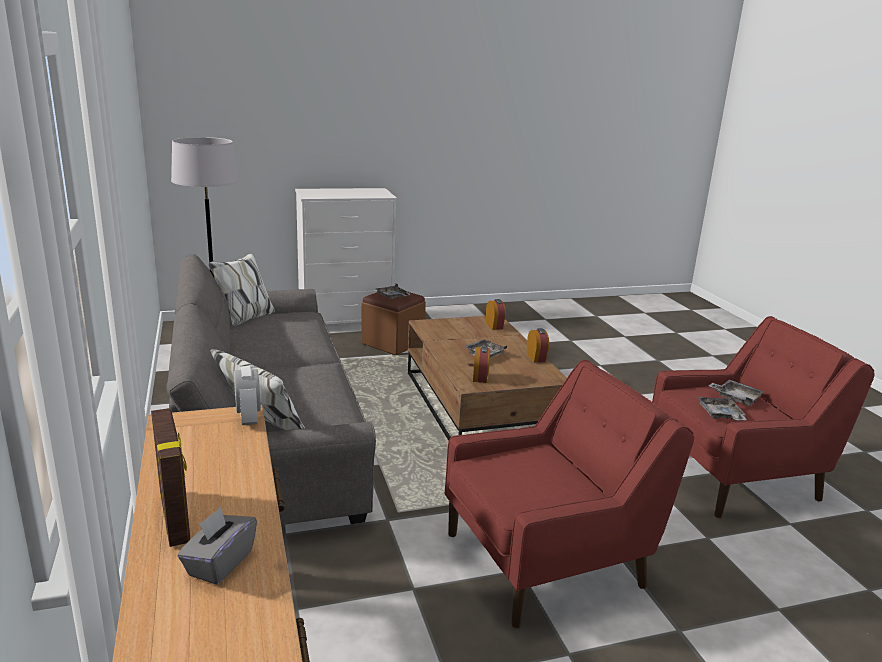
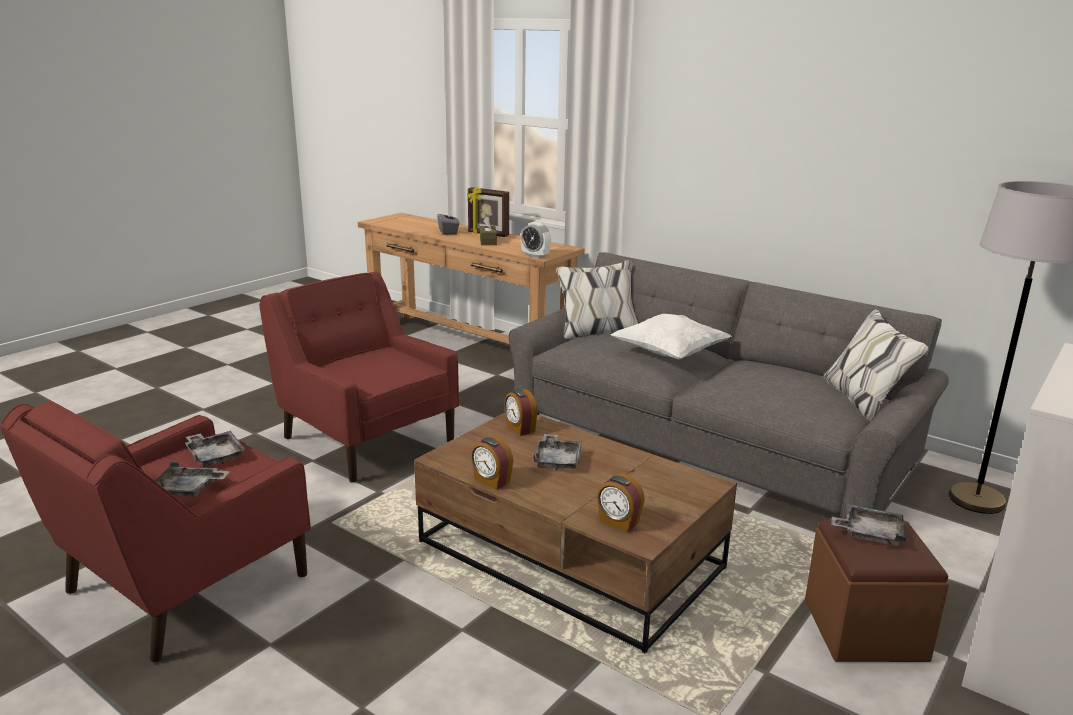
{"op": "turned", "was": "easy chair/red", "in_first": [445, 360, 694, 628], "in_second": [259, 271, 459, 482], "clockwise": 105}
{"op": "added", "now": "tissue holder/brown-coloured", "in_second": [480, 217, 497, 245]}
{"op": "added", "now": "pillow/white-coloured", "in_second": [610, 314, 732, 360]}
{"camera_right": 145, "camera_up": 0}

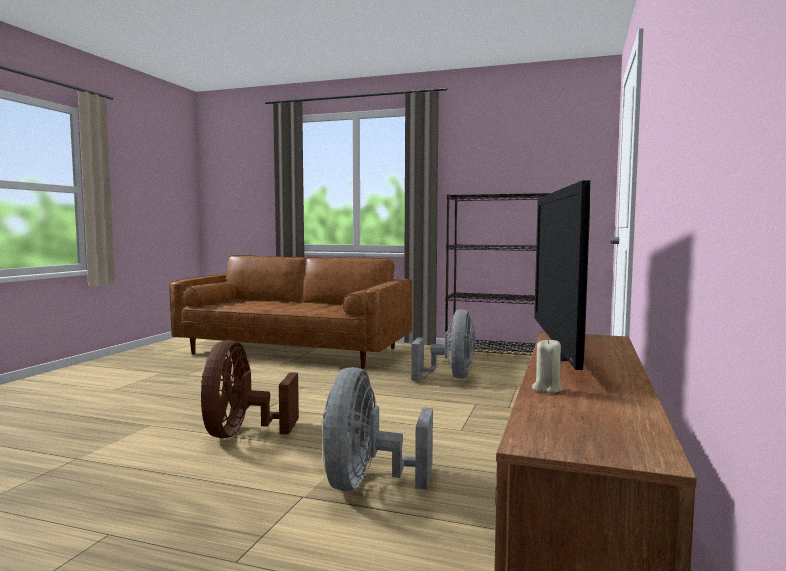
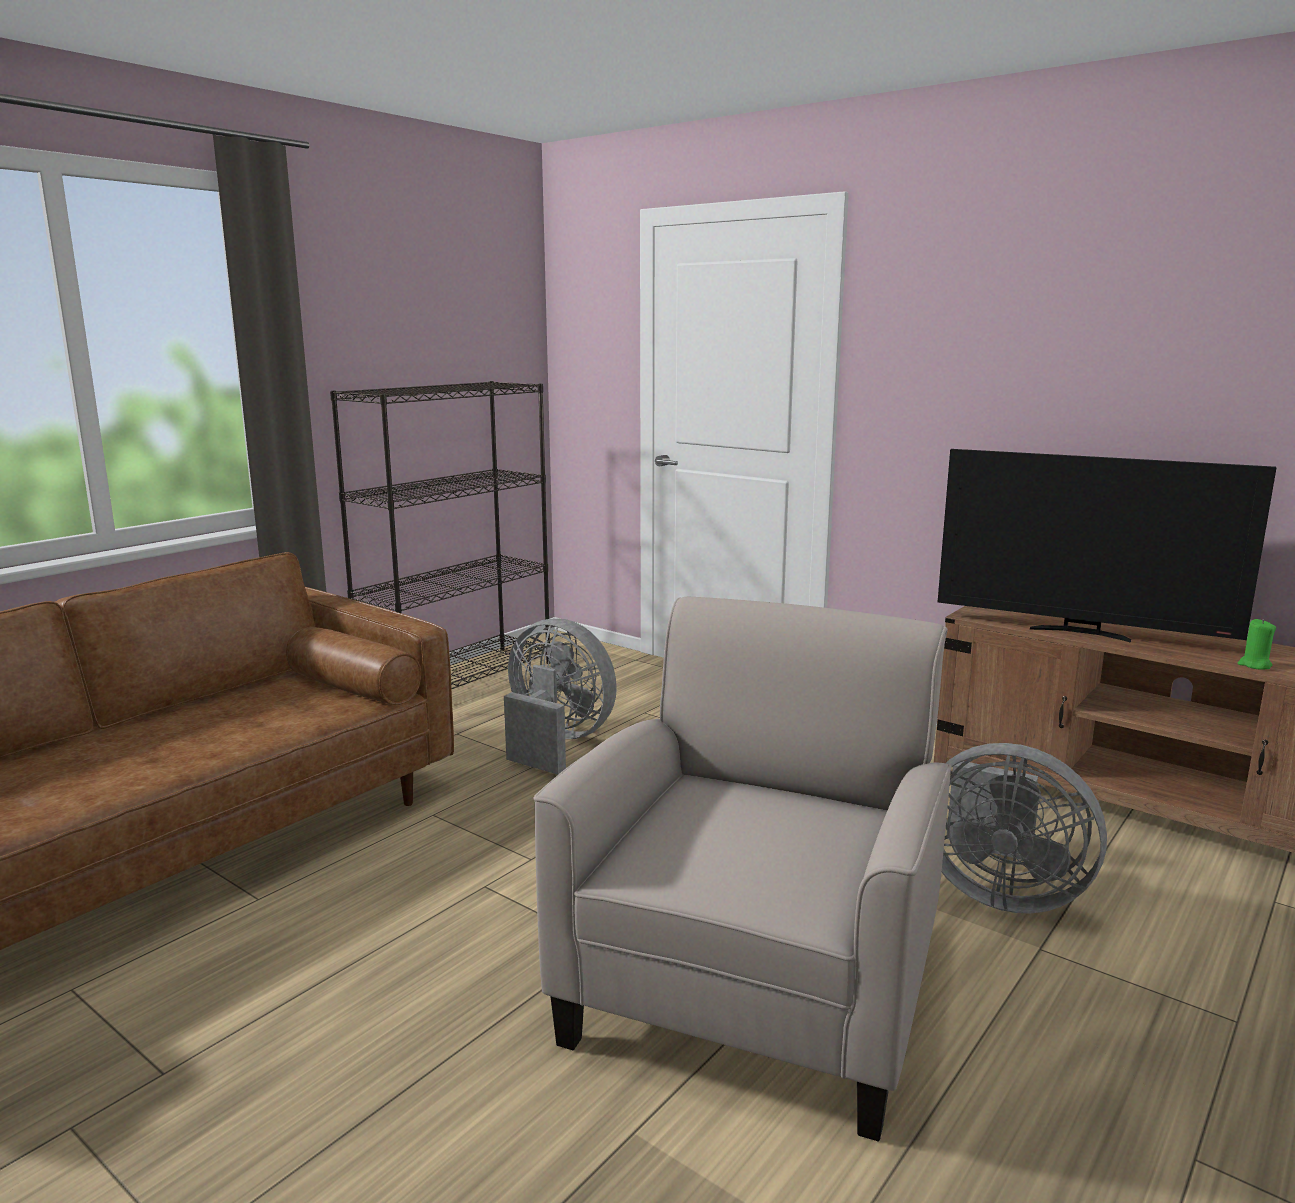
{"op": "replaced", "was": "cooling fan/brown-coloured", "now": "easy chair/sand-coloured", "in_first": [201, 340, 299, 439], "in_second": [533, 597, 952, 1141]}
{"op": "recoloured", "was": "wax candle/sand-coloured", "now": "wax candle/green-coloured", "in_first": [532, 338, 563, 393], "in_second": [1238, 619, 1276, 670]}
{"camera_right": -70, "camera_up": 10}

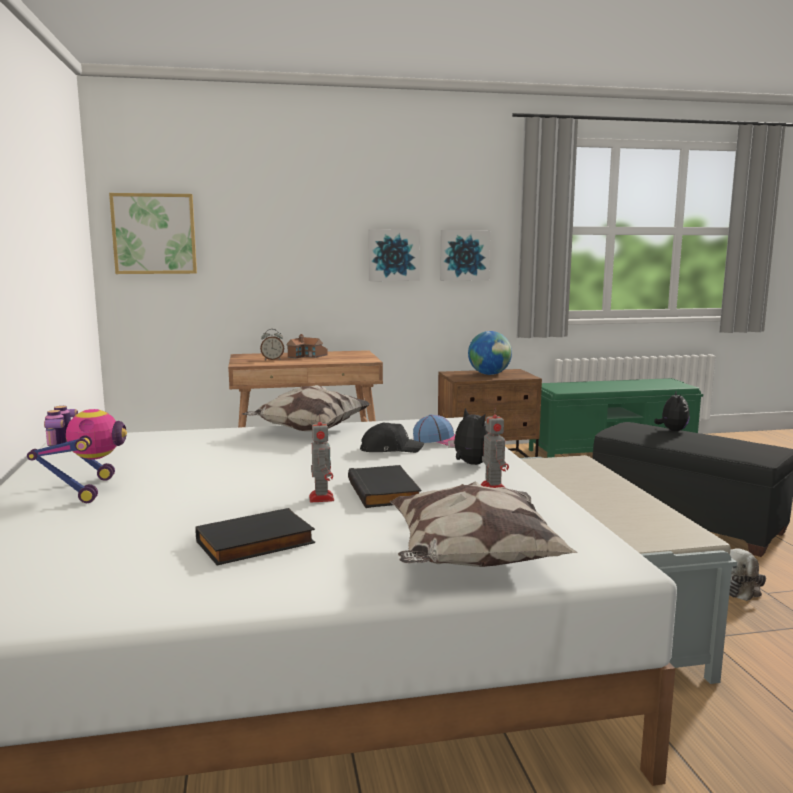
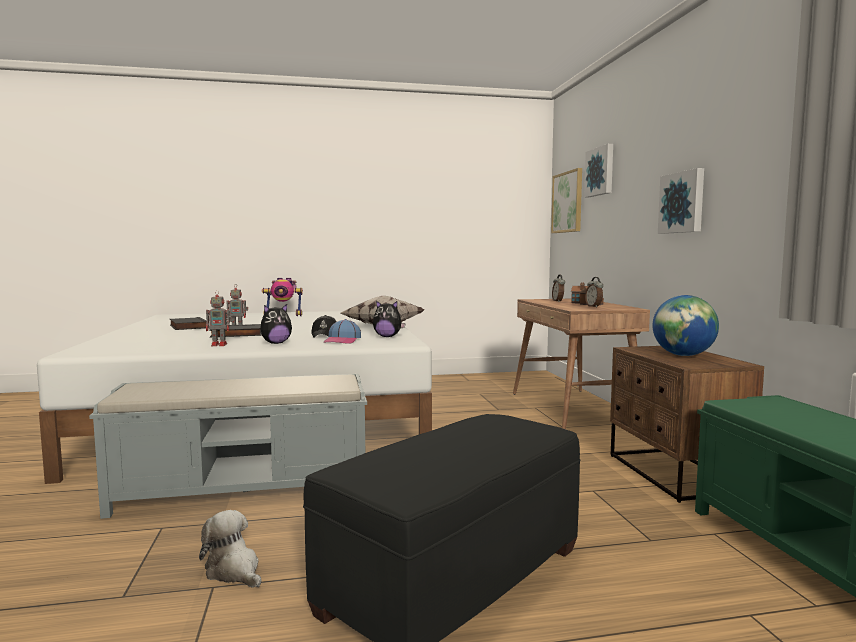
{"op": "removed", "was": "pillow", "in_first": [390, 482, 578, 567]}
{"op": "moved", "was": "wall picture", "in_first": [440, 230, 490, 281], "in_second": [584, 144, 613, 197]}
{"op": "moved", "was": "plush toy", "in_first": [654, 390, 690, 431], "in_second": [373, 301, 406, 337]}
{"op": "added", "now": "alarm clock", "in_second": [585, 277, 603, 308]}
{"camera_right": 90, "camera_up": -5}

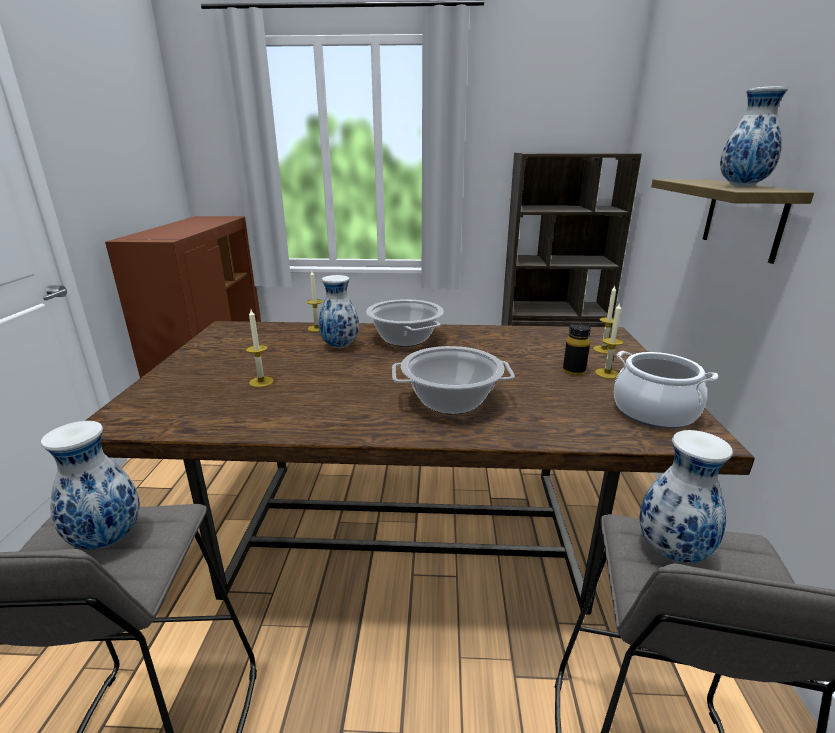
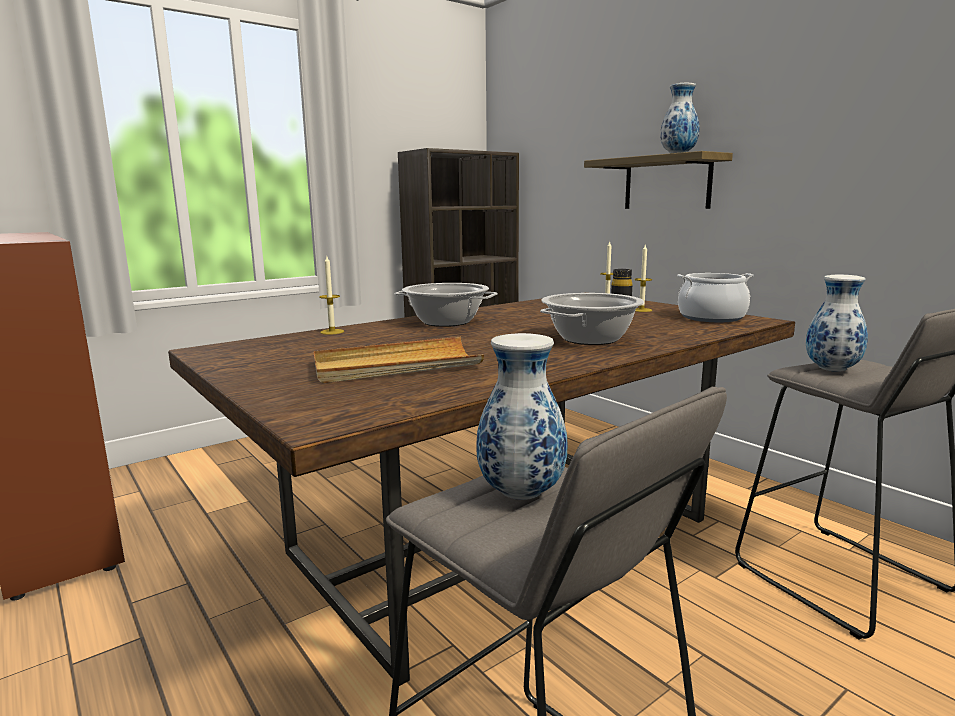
{"op": "replaced", "was": "wax candle", "now": "carrying tray/sand-coloured", "in_first": [246, 309, 274, 387], "in_second": [314, 337, 484, 383]}
{"op": "removed", "was": "flower vase", "in_first": [318, 275, 359, 348]}
{"camera_right": -40, "camera_up": -10}

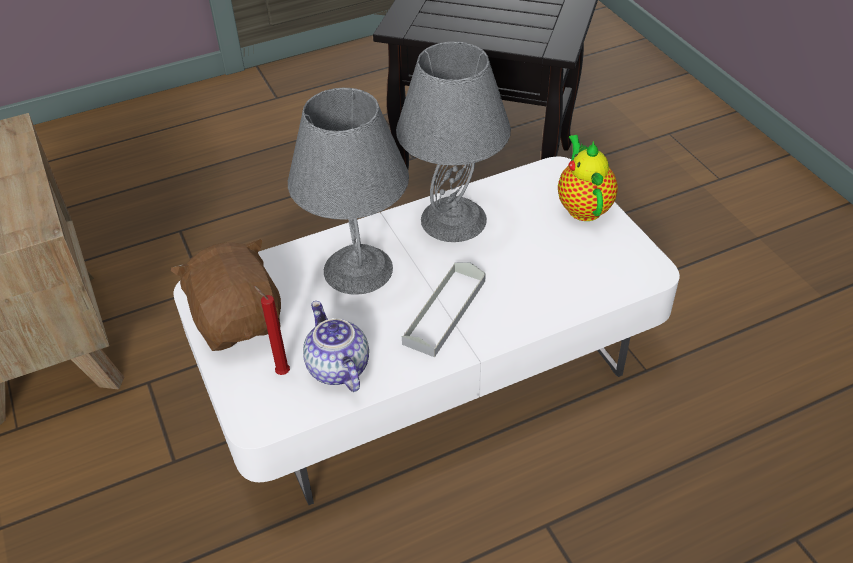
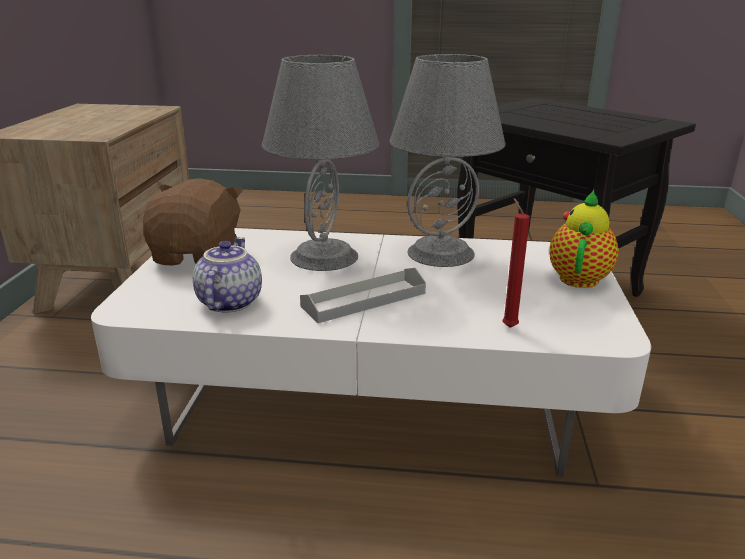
{"op": "moved", "was": "wax candle/red", "in_first": [254, 286, 290, 375], "in_second": [502, 198, 530, 328]}
{"camera_right": 30, "camera_up": -20}

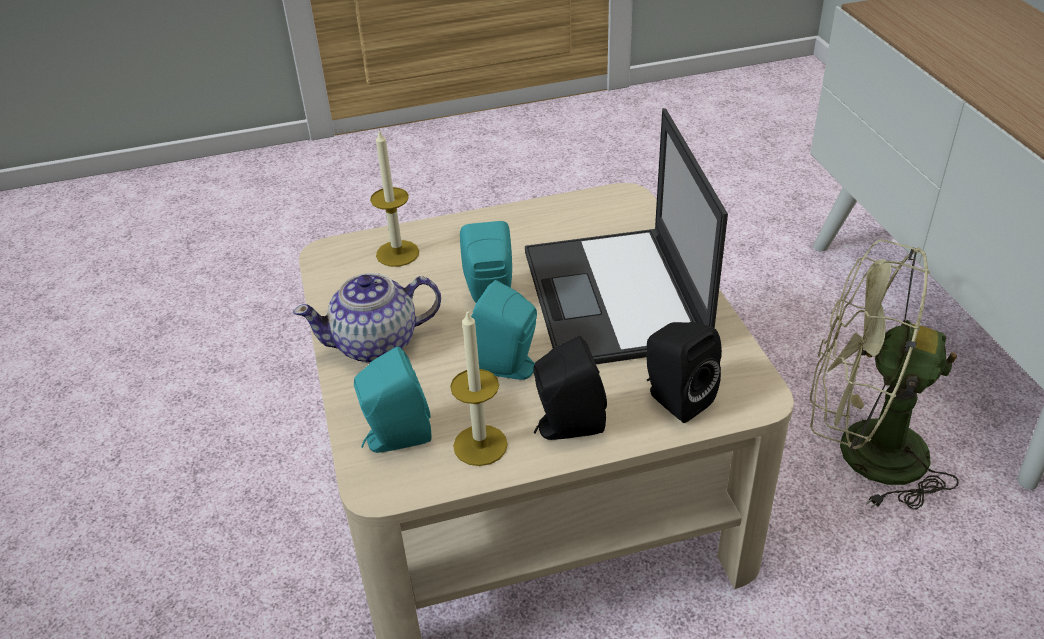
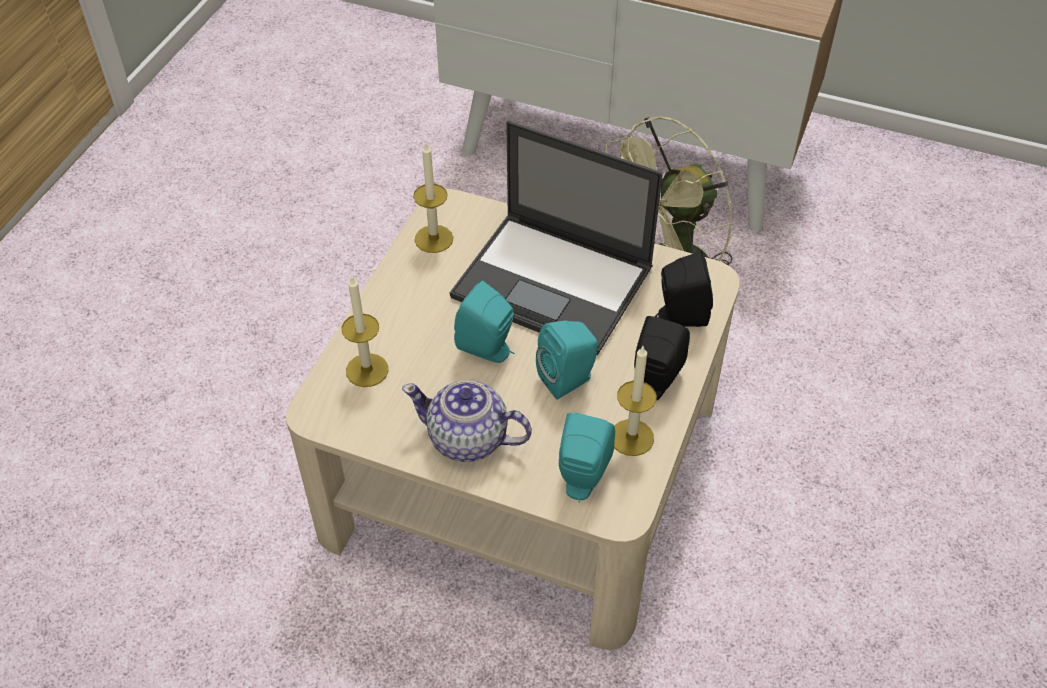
{"op": "turned", "was": "teapot", "in_first": [293, 273, 441, 363], "in_second": [402, 380, 532, 462], "clockwise": 90}
{"op": "added", "now": "wax candle", "in_second": [413, 143, 453, 253]}
{"camera_right": -55, "camera_up": 10}

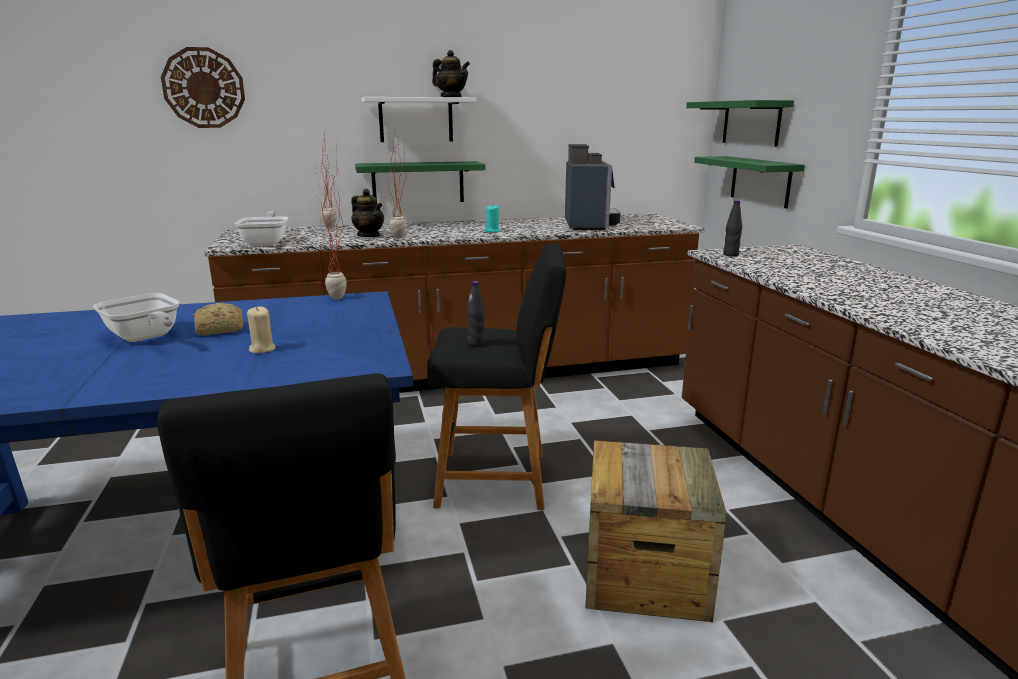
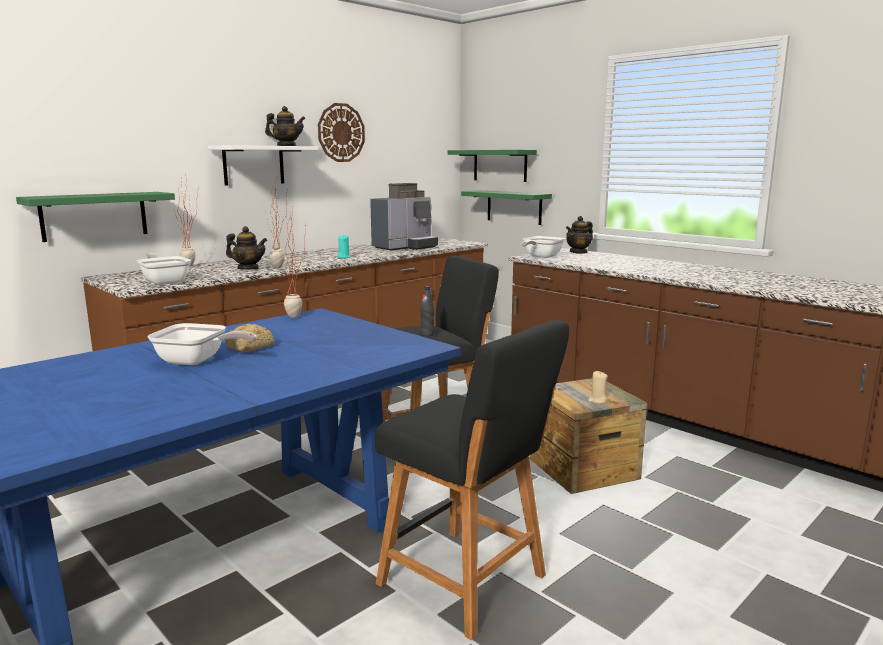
{"op": "moved", "was": "wall clock", "in_first": [161, 47, 245, 128], "in_second": [318, 103, 365, 162]}
{"op": "moved", "was": "wax candle/sand-coloured", "in_first": [247, 306, 275, 353], "in_second": [588, 371, 608, 404]}
{"op": "moved", "was": "wall shelf/green-coloured", "in_first": [355, 161, 485, 202], "in_second": [16, 192, 175, 242]}
{"op": "turned", "was": "coffee brewer", "in_first": [565, 144, 621, 230], "in_second": [370, 183, 438, 251], "clockwise": 75}
{"op": "replaced", "was": "beverage bottle/black", "now": "skillet", "in_first": [723, 200, 742, 256], "in_second": [522, 236, 565, 258]}
{"op": "added", "now": "teapot", "in_second": [566, 216, 593, 254]}
{"camera_right": -30, "camera_up": -5}

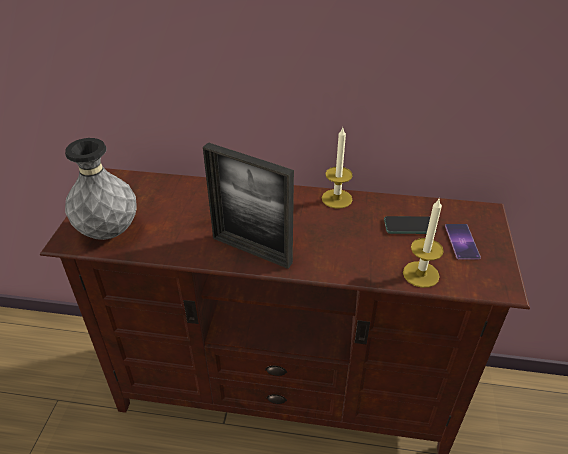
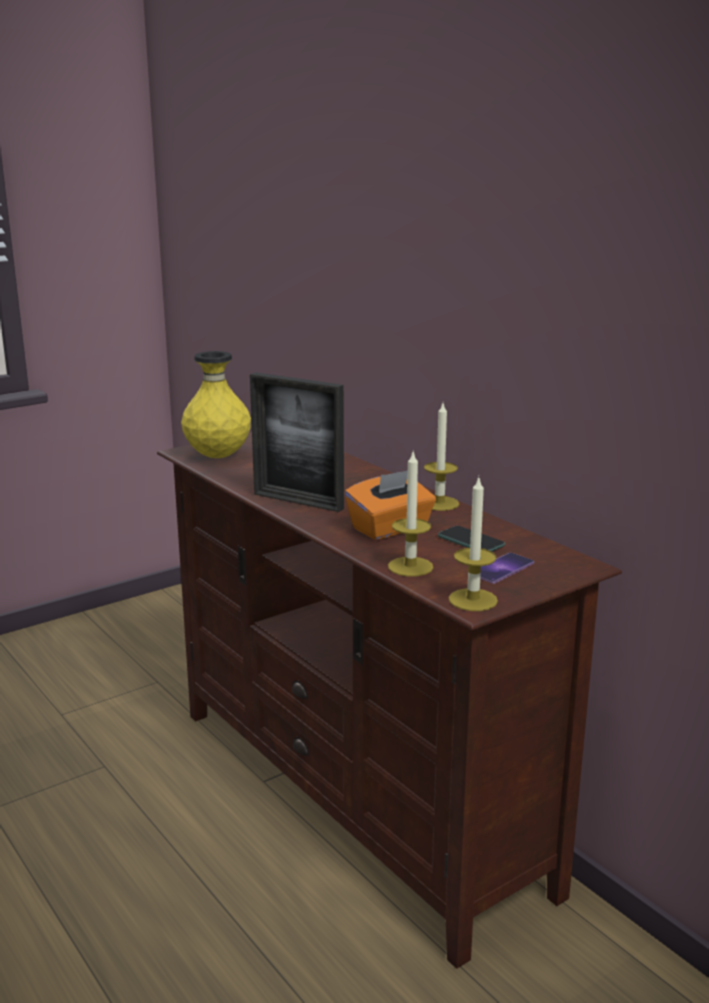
{"op": "recoloured", "was": "flower vase/greyish", "now": "flower vase/yellow-coloured", "in_first": [65, 138, 137, 240], "in_second": [181, 351, 251, 458]}
{"op": "turned", "was": "picture frame", "in_first": [203, 142, 294, 269], "in_second": [250, 372, 344, 512], "clockwise": -45}
{"op": "added", "now": "tissue holder/orange", "in_second": [345, 470, 436, 540]}
{"op": "added", "now": "wax candle", "in_second": [449, 477, 498, 611]}
{"camera_right": 45, "camera_up": -20}

